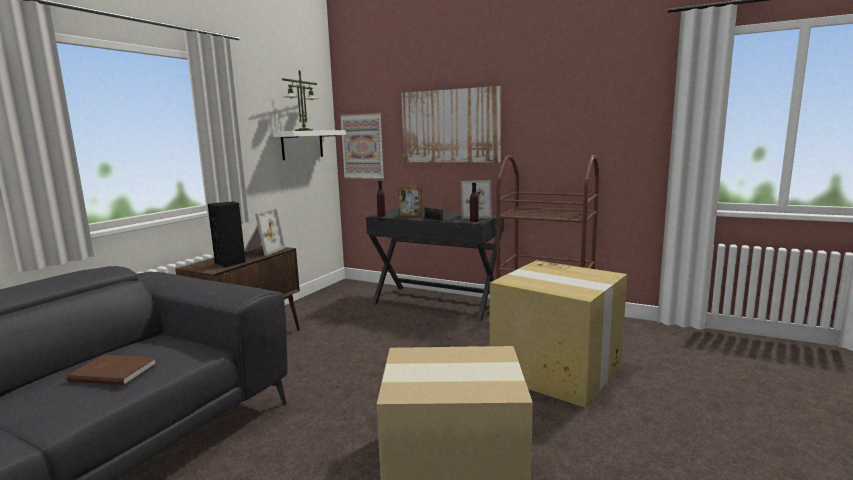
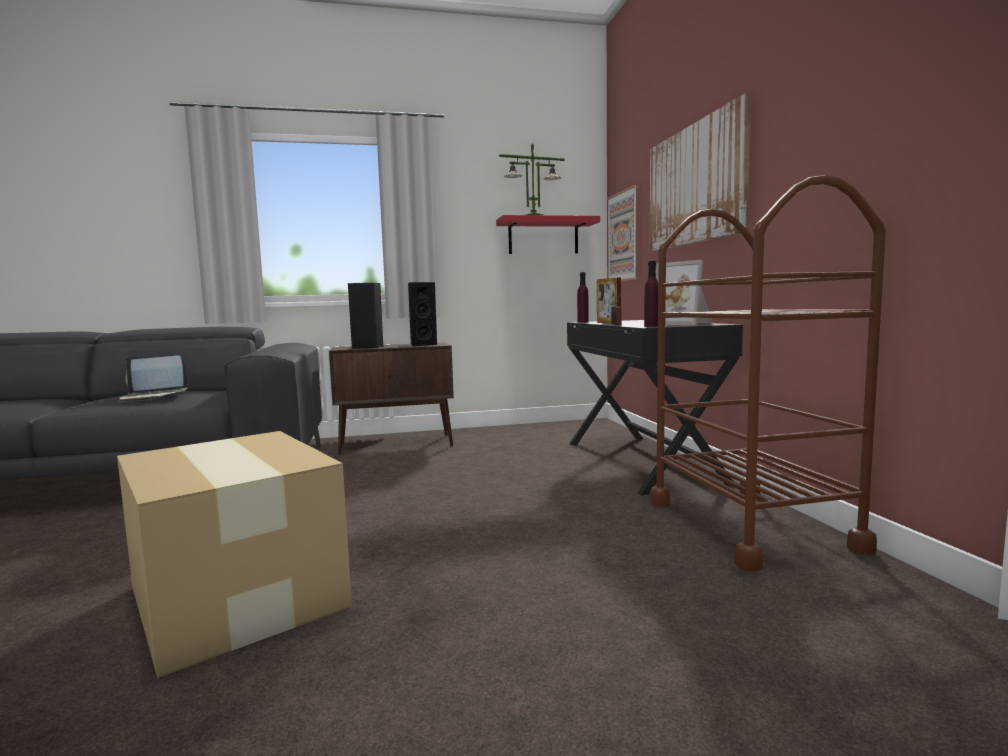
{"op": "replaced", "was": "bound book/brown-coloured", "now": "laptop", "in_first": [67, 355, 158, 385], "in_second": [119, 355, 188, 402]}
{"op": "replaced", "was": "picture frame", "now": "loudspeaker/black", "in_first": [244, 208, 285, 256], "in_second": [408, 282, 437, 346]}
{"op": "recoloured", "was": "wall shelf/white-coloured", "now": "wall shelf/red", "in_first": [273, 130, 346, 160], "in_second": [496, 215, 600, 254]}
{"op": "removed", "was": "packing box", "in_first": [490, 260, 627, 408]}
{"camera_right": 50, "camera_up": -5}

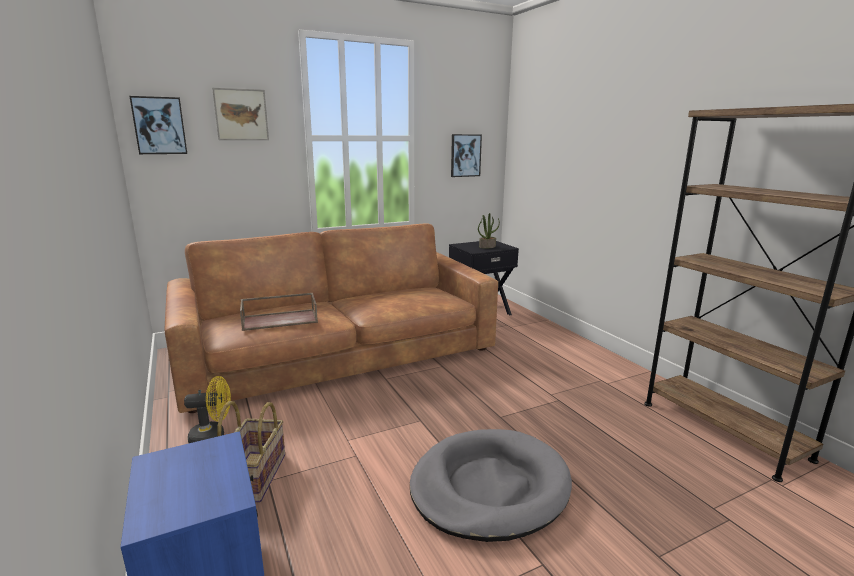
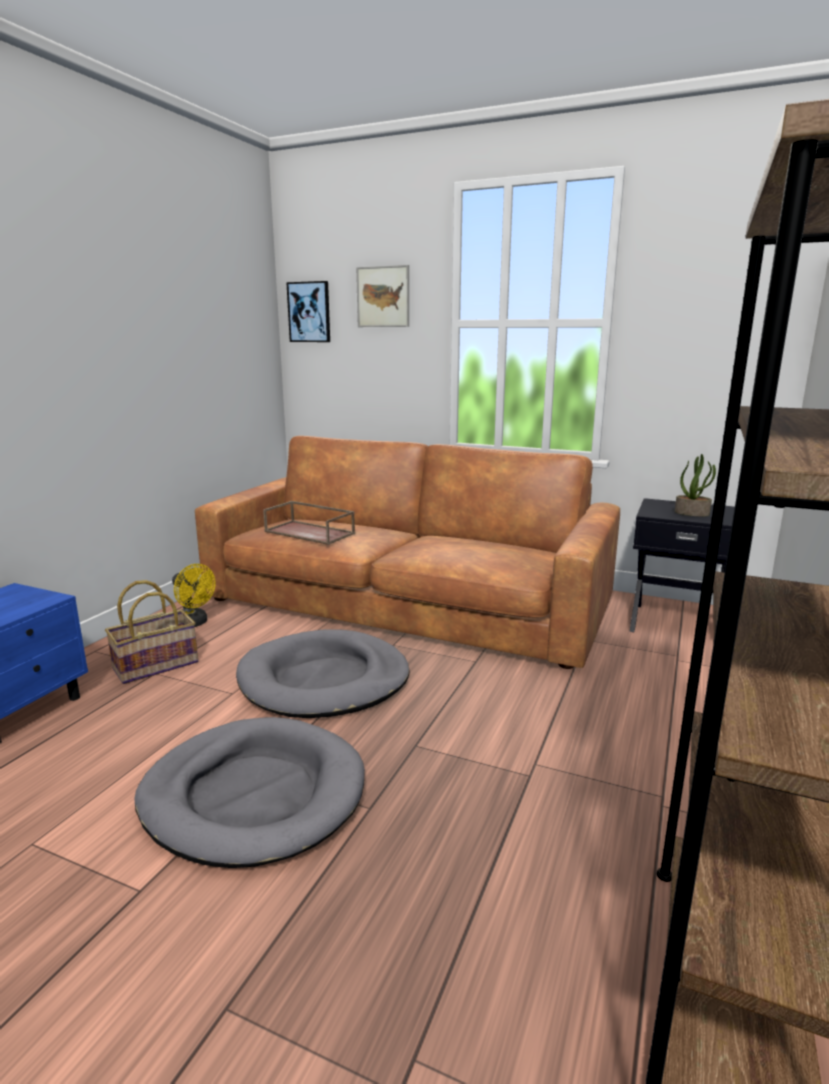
{"op": "removed", "was": "wall picture", "in_first": [451, 134, 482, 177]}
{"op": "added", "now": "pet bed/greyish", "in_second": [236, 629, 410, 718]}
{"camera_right": 50, "camera_up": 0}

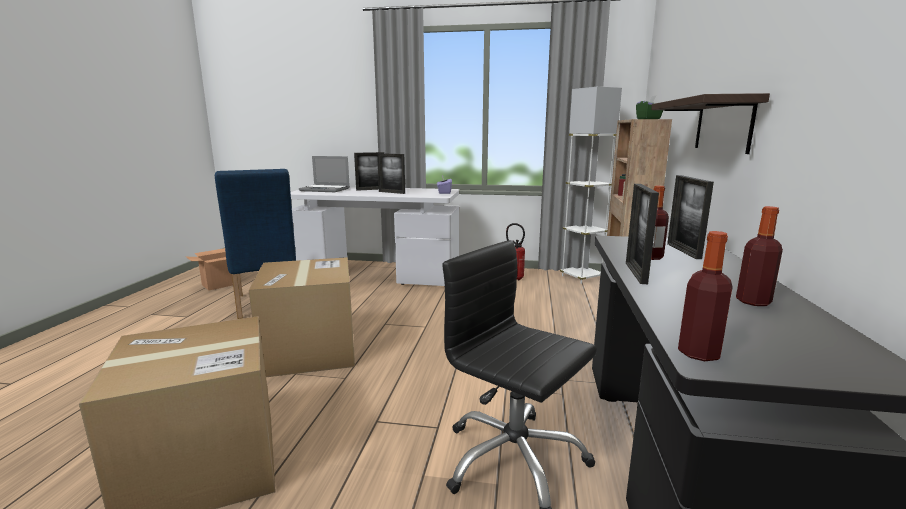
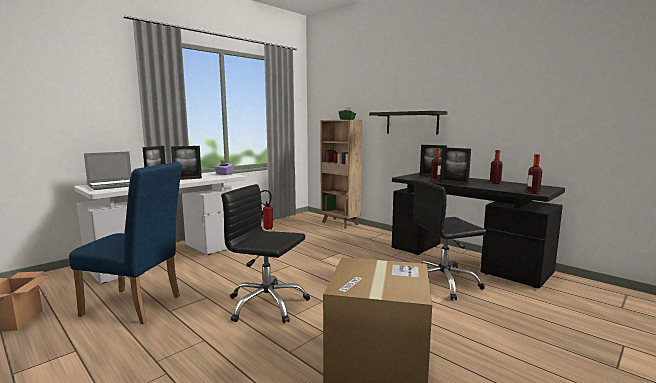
{"op": "replaced", "was": "packing box", "now": "desk chair/black", "in_first": [249, 257, 355, 377], "in_second": [221, 184, 310, 323]}
{"op": "removed", "was": "standing lamp/white-coloured", "in_first": [560, 86, 622, 284]}
{"camera_right": -55, "camera_up": -5}

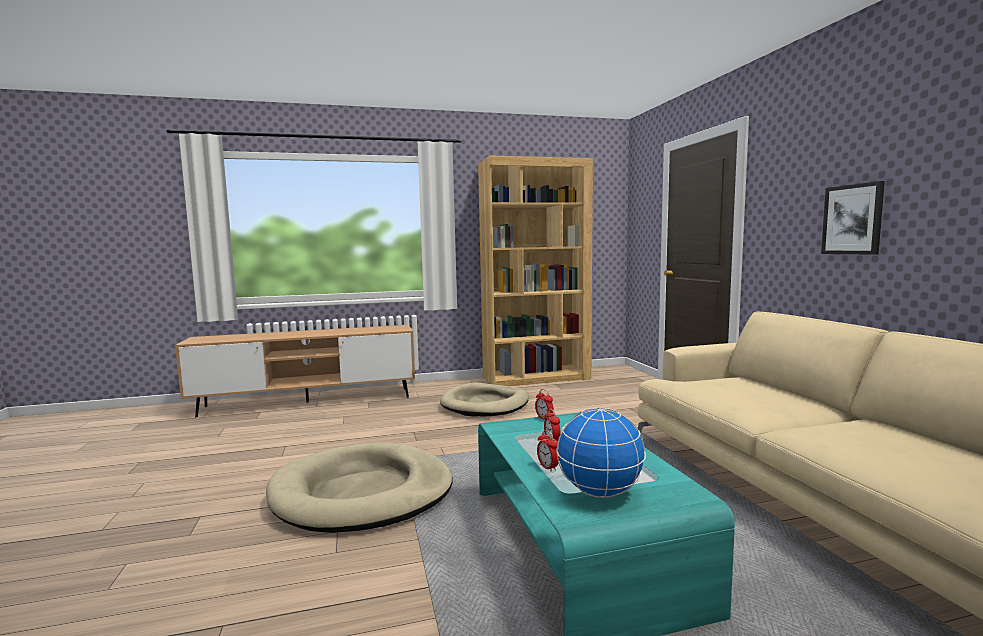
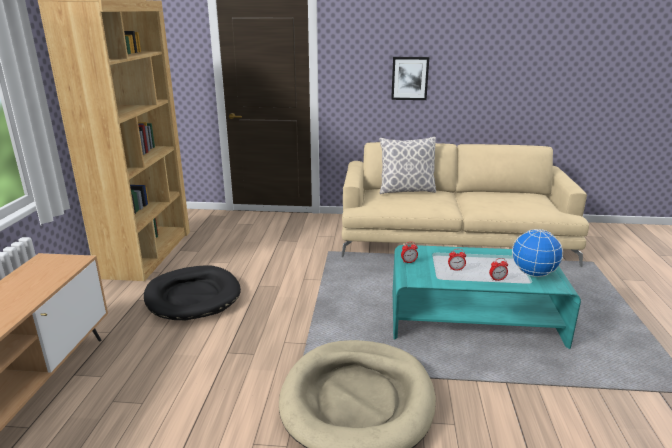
{"op": "recoloured", "was": "pet bed/sand-coloured", "now": "pet bed/black", "in_first": [440, 383, 529, 416], "in_second": [144, 265, 241, 320]}
{"op": "added", "now": "pillow", "in_second": [379, 137, 436, 194]}
{"camera_right": -70, "camera_up": 15}

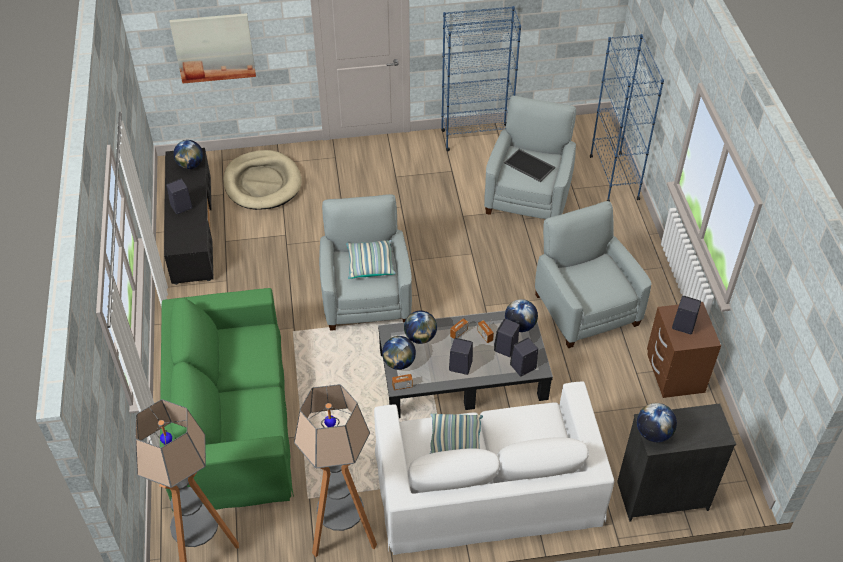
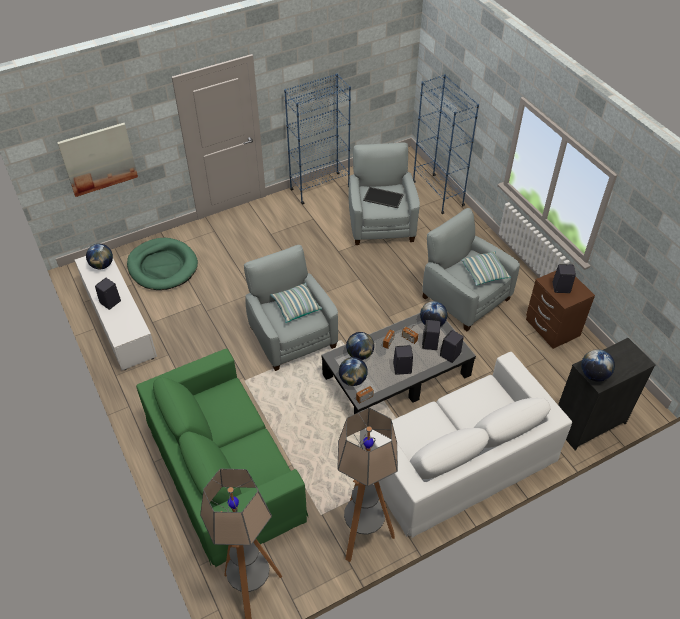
{"op": "recoloured", "was": "tv stand/black", "now": "tv stand/white-coloured", "in_first": [164, 148, 214, 285], "in_second": [75, 256, 157, 370]}
{"op": "recoloured", "was": "pet bed/sand-coloured", "now": "pet bed/green-coloured", "in_first": [223, 150, 302, 210], "in_second": [127, 238, 198, 290]}
{"op": "moved", "was": "pillow", "in_first": [430, 414, 483, 454], "in_second": [461, 251, 511, 286]}
{"camera_right": -20, "camera_up": 0}

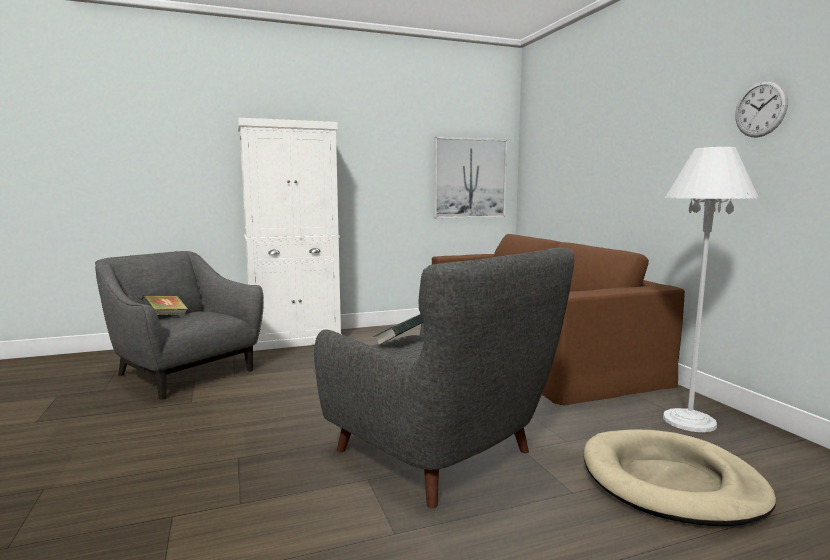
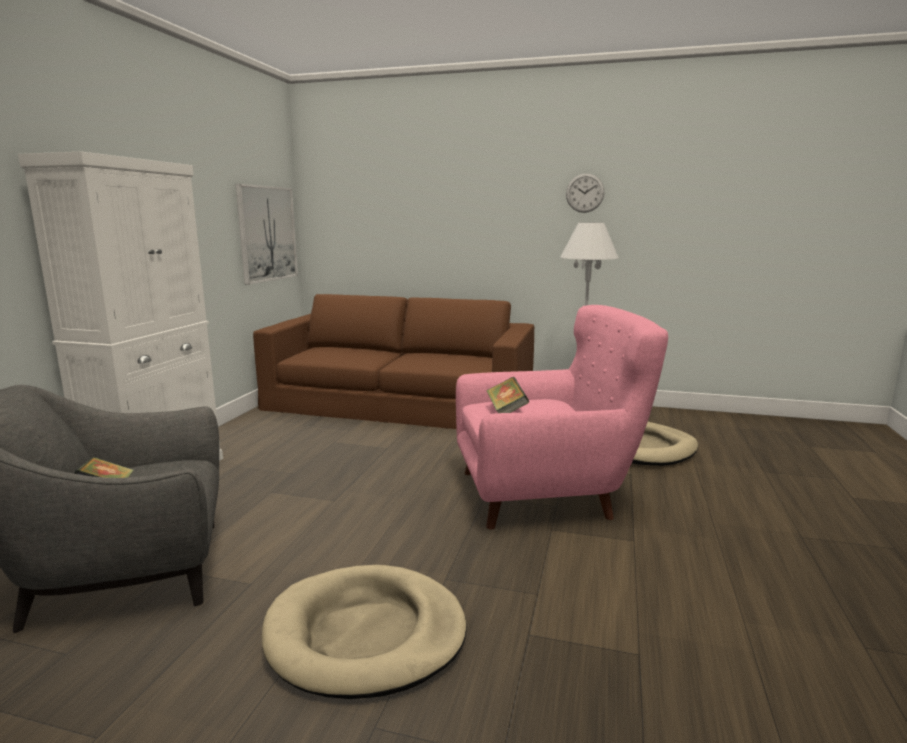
{"op": "recoloured", "was": "easy chair/greyish", "now": "easy chair/pink-coloured", "in_first": [314, 247, 574, 508], "in_second": [456, 305, 668, 529]}
{"op": "added", "now": "pet bed/sand-coloured", "in_second": [262, 565, 467, 699]}
{"camera_right": -55, "camera_up": 5}

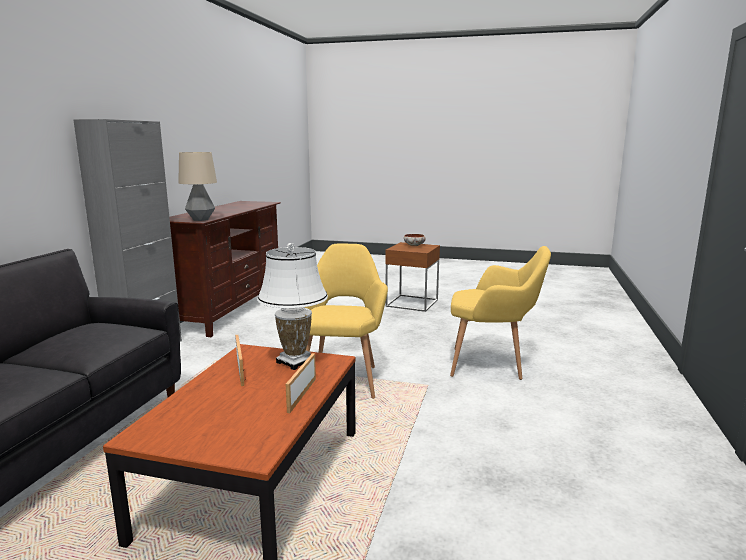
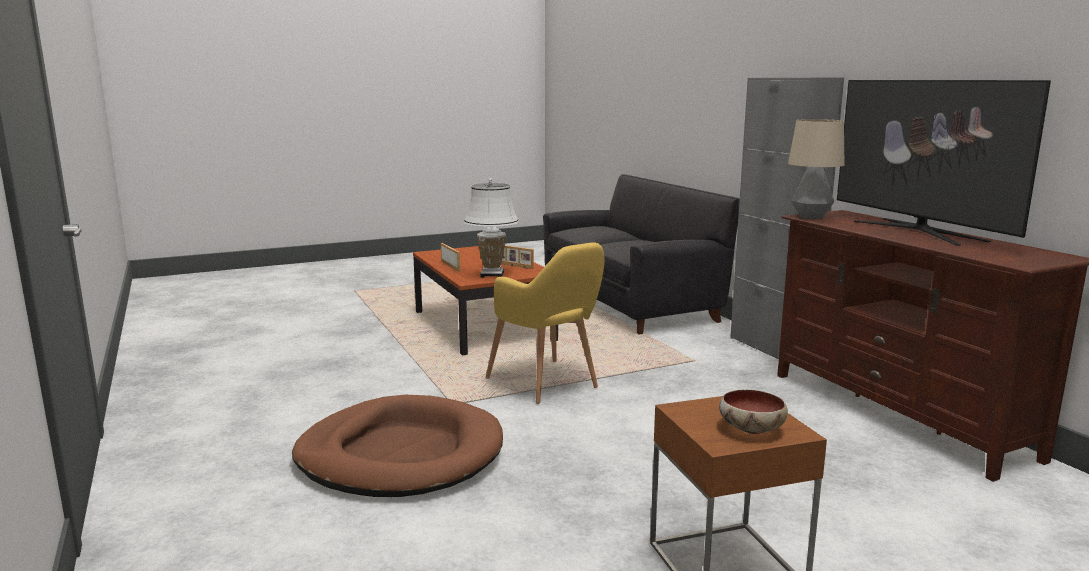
{"op": "replaced", "was": "easy chair/yellow-coloured", "now": "pet bed/brown-coloured", "in_first": [450, 246, 551, 380], "in_second": [292, 395, 503, 497]}
{"op": "added", "now": "TV", "in_second": [837, 80, 1051, 246]}
{"camera_right": 140, "camera_up": 0}

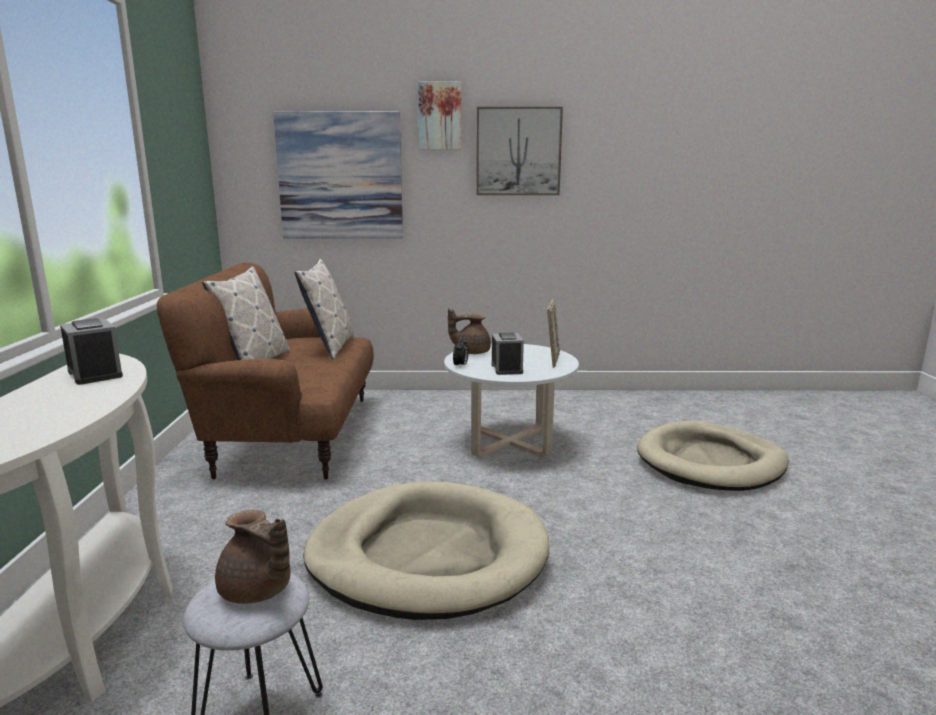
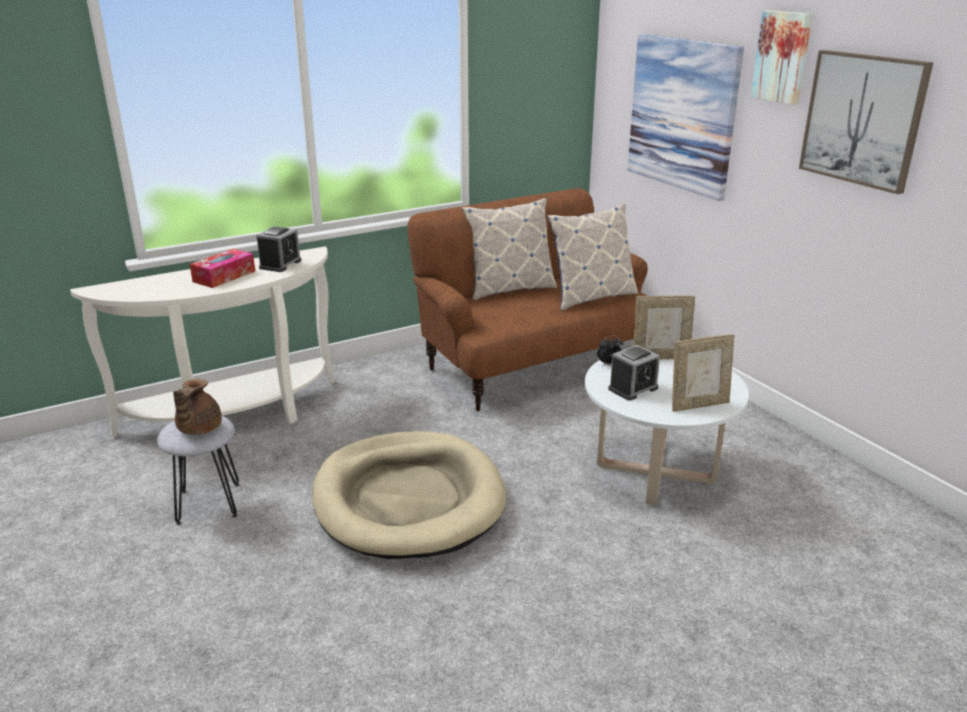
{"op": "replaced", "was": "teapot/brown-coloured", "now": "picture frame", "in_first": [448, 308, 491, 354], "in_second": [634, 296, 695, 359]}
{"op": "removed", "was": "pet bed/sand-coloured", "in_first": [637, 420, 789, 491]}
{"op": "added", "now": "tissue holder", "in_second": [190, 249, 255, 288]}
{"camera_right": 60, "camera_up": 10}

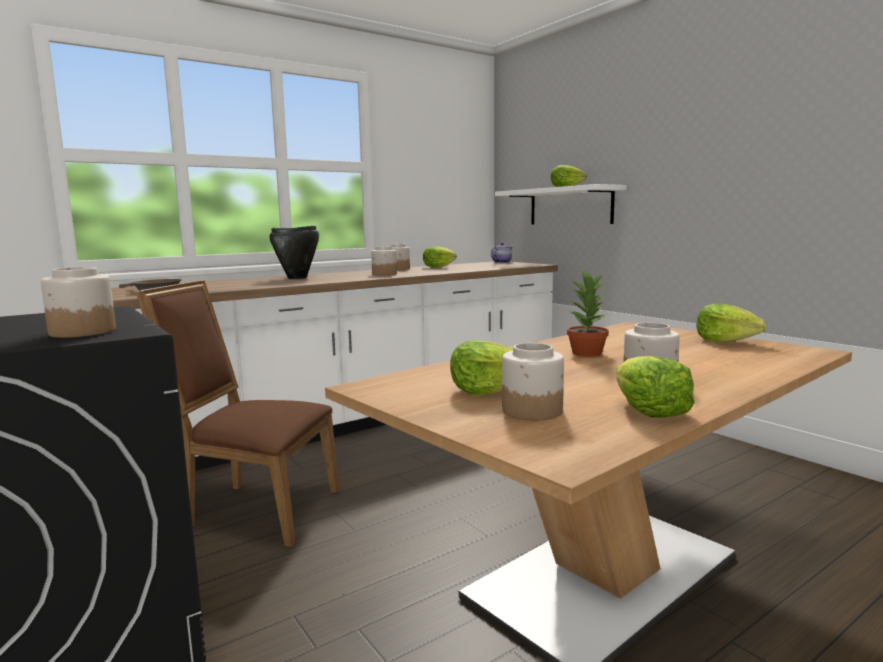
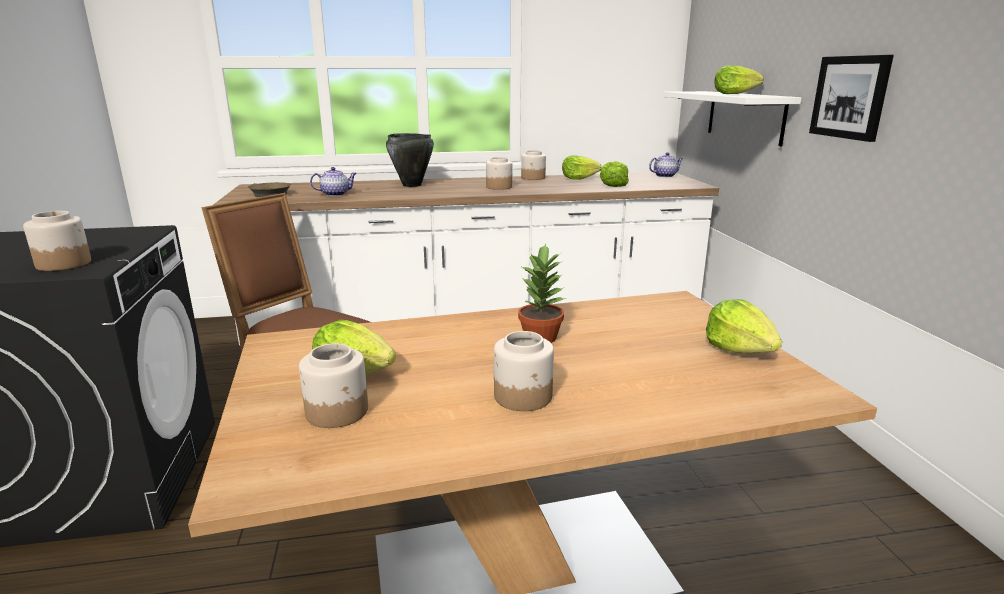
{"op": "moved", "was": "lettuce head", "in_first": [616, 356, 694, 418], "in_second": [600, 161, 629, 187]}
{"op": "added", "now": "teapot", "in_second": [310, 167, 357, 196]}
{"op": "added", "now": "wall picture", "in_second": [809, 55, 894, 142]}
{"camera_right": 25, "camera_up": 10}

